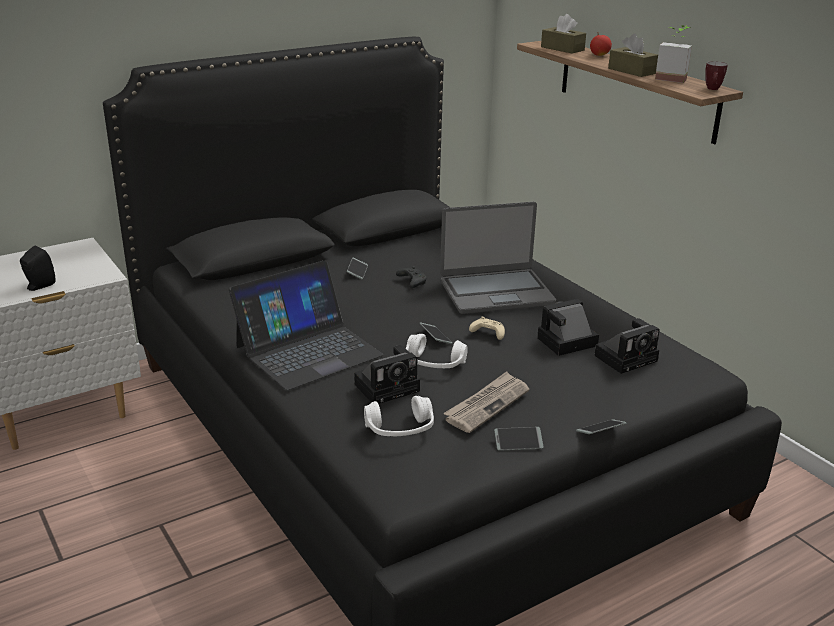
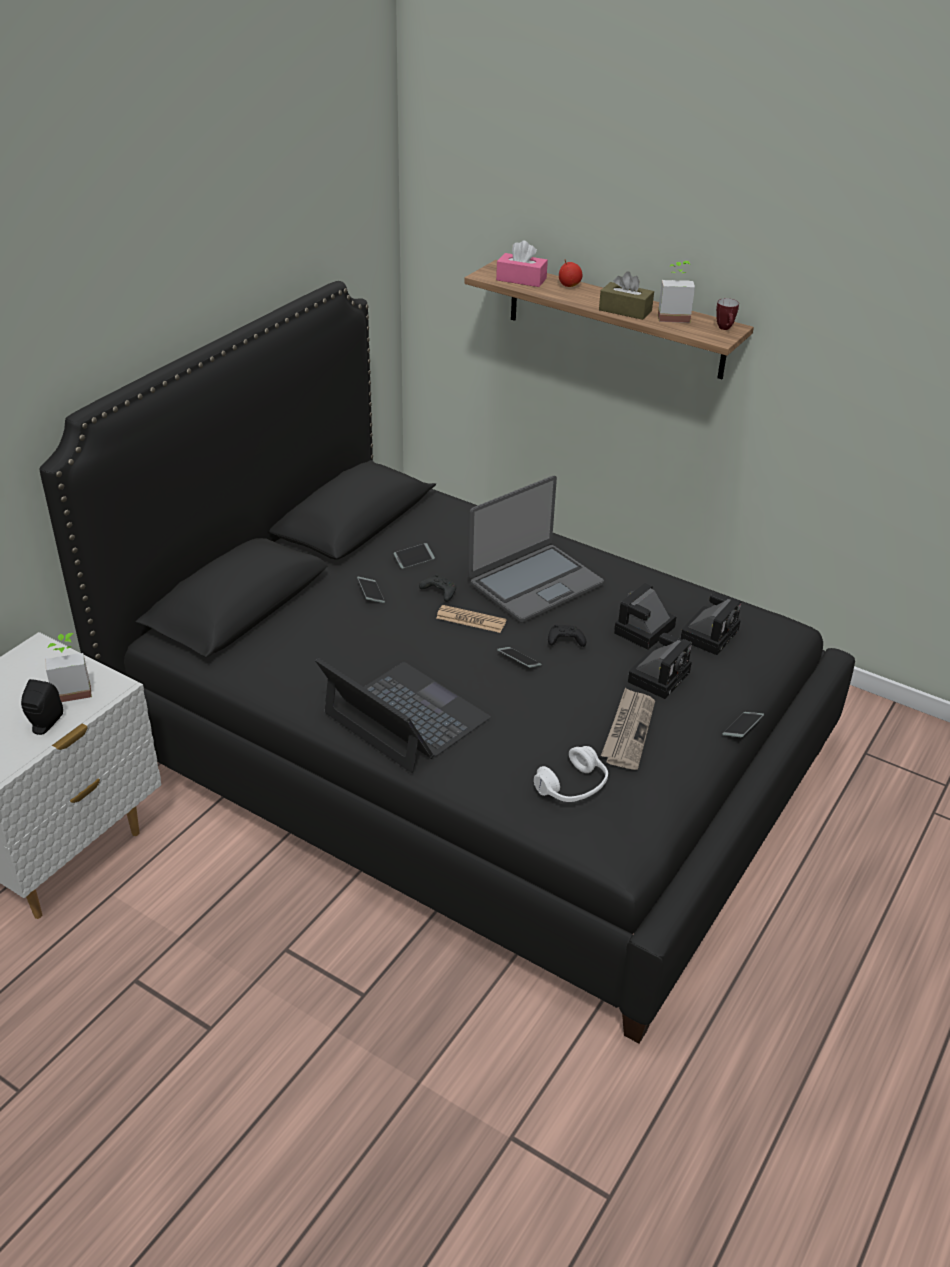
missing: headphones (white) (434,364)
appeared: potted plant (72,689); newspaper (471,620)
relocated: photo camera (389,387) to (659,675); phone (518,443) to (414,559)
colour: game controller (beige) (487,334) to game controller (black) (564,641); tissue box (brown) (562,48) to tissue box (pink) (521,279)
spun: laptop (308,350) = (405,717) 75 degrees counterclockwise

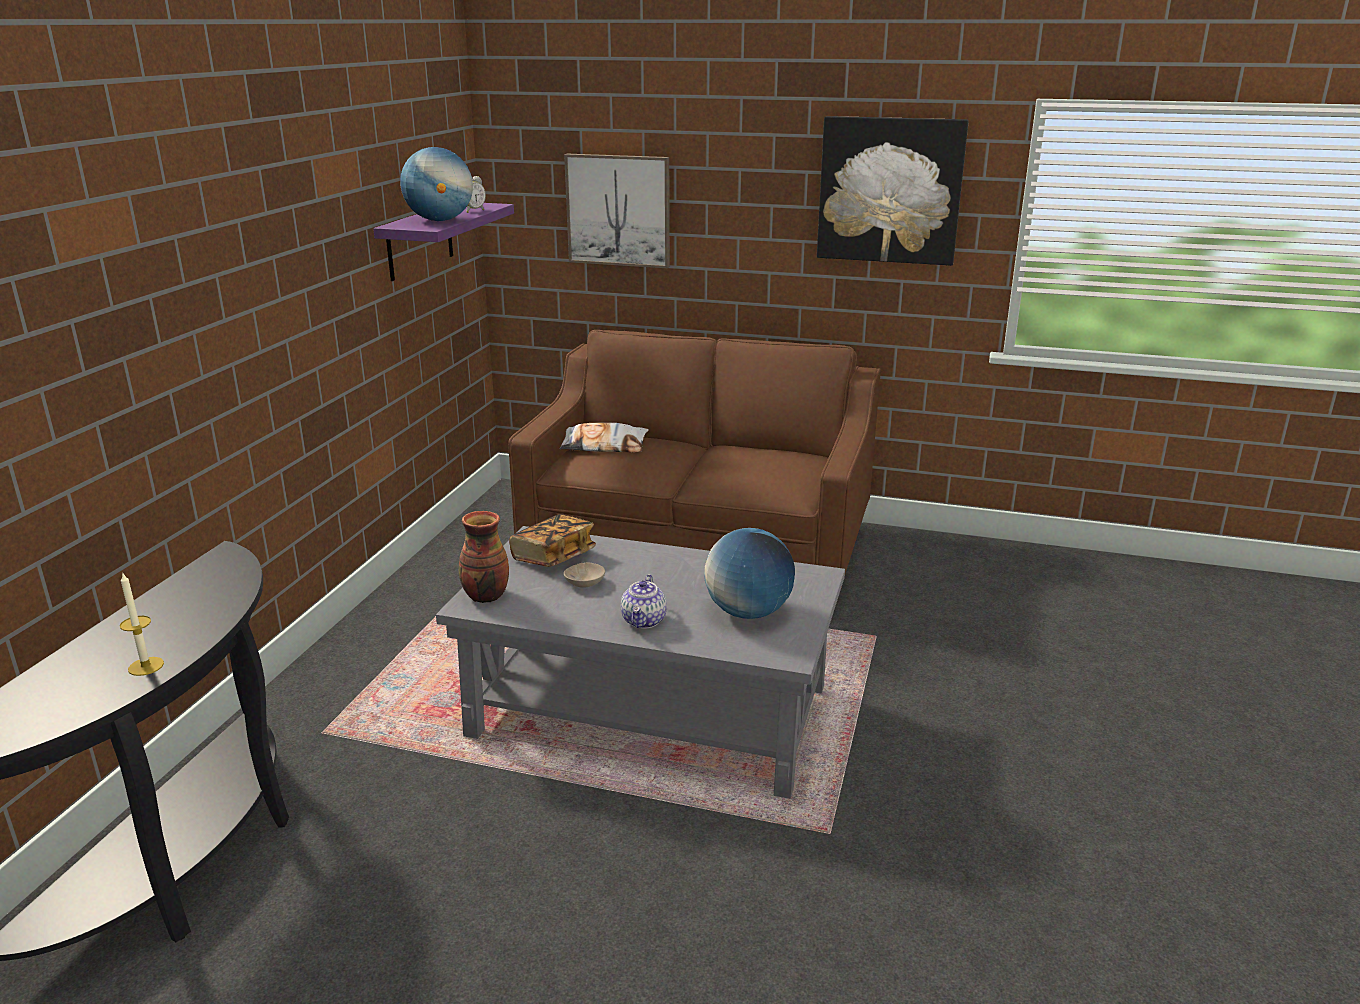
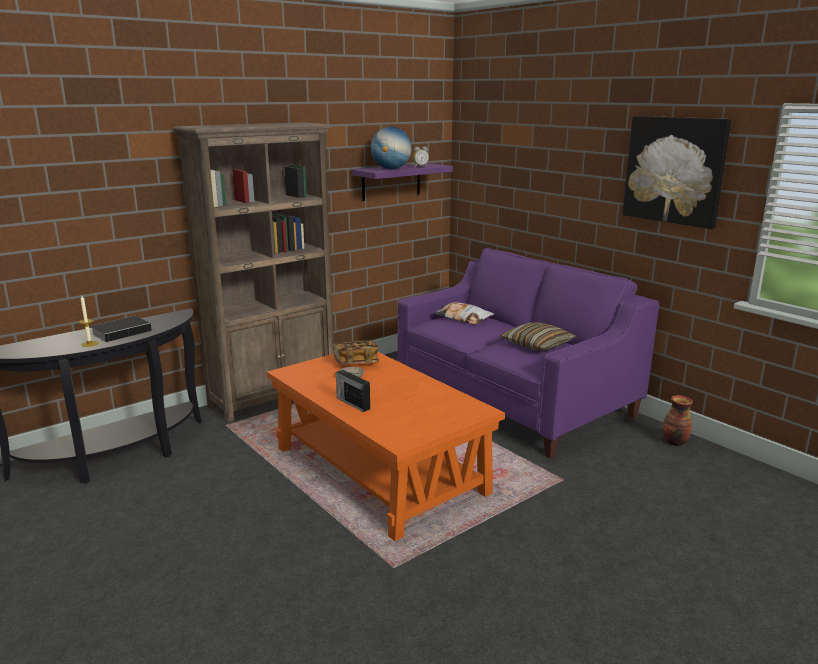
missing: picture (618,210); globe (748,612)
appeared: book (123,332); bookcase (brown) (274,397); pillow (537,345)
relocated: vase (485,596) to (674,442)
exchanged: teapot (644,621) to radio (352,403)
colour: coffee table (grey) (652,710) to coffee table (orange) (380,470); sofa (brown) (700,547) to sofa (purple) (514,399)

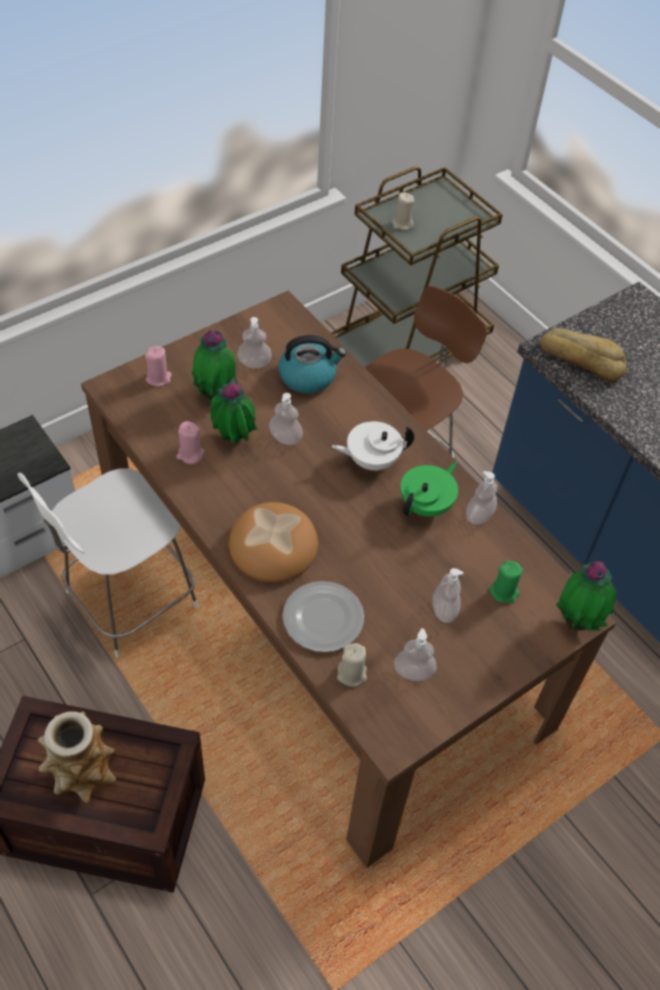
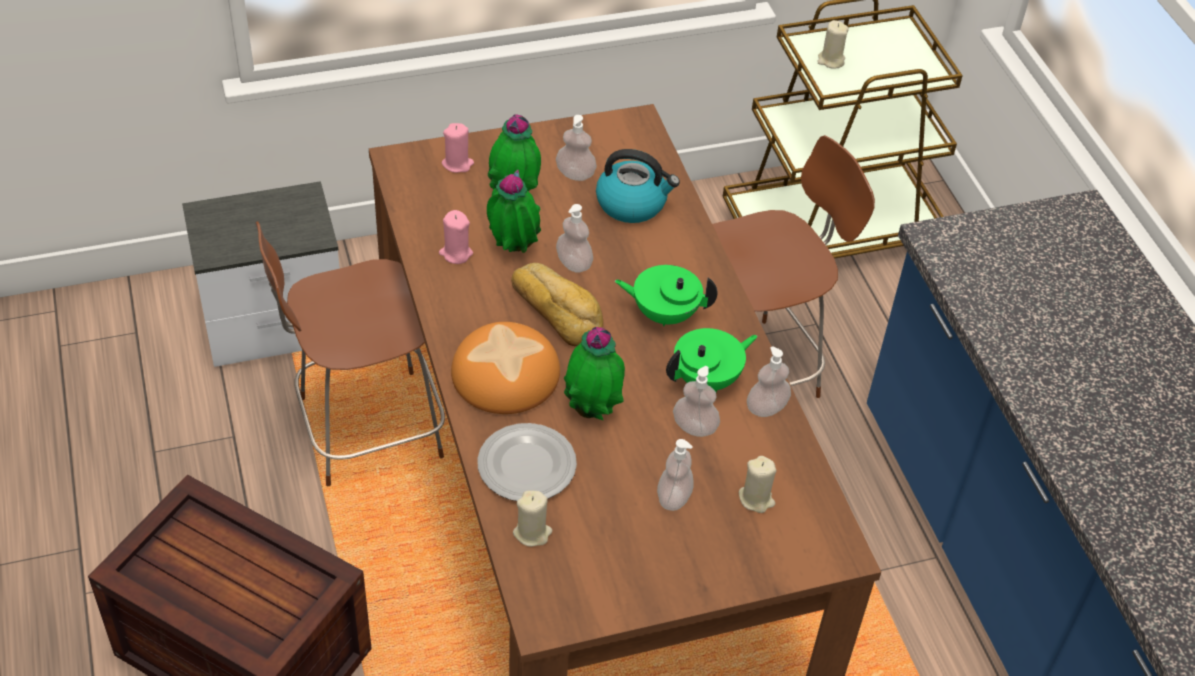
missing: vase (82,770)
relocated: soap dispenser (413,672) to (694,427); bread (582,359) to (557,309); potted plant (577,621) to (593,411)
colour: chair (white) (127,601) to chair (brown) (364,429); teapot (white) (371,460) to teapot (green) (664,313); candle (green) (504,592) to candle (beige) (756,499)

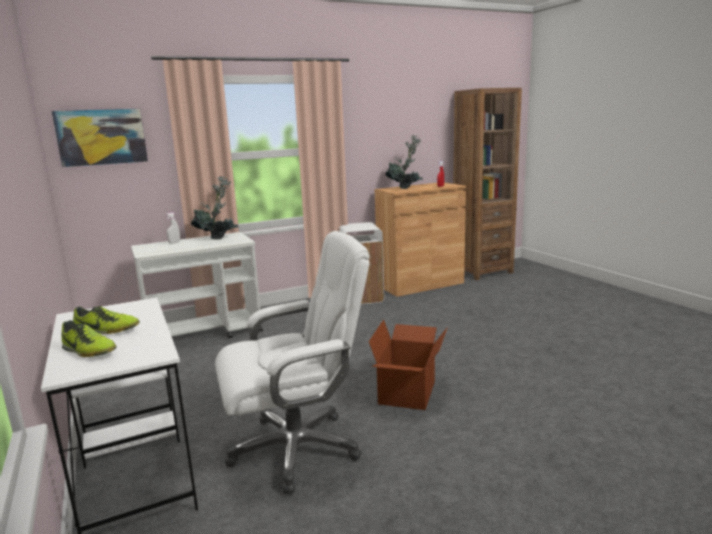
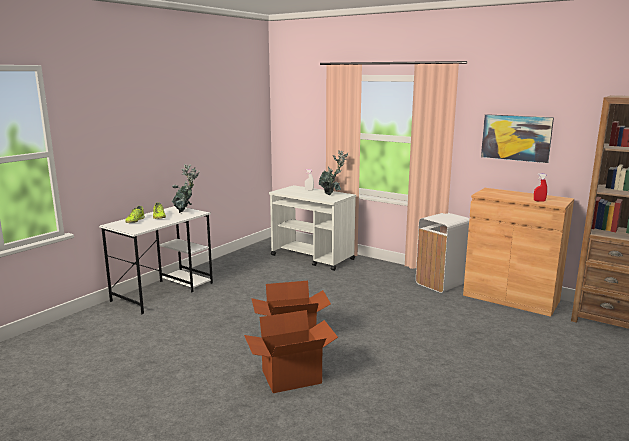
missing: office chair (white) (297,448)
appeared: cardboard box (291,377)
relocated: picture (101,137) to (516,137); potted plant (405,188) to (185,212)

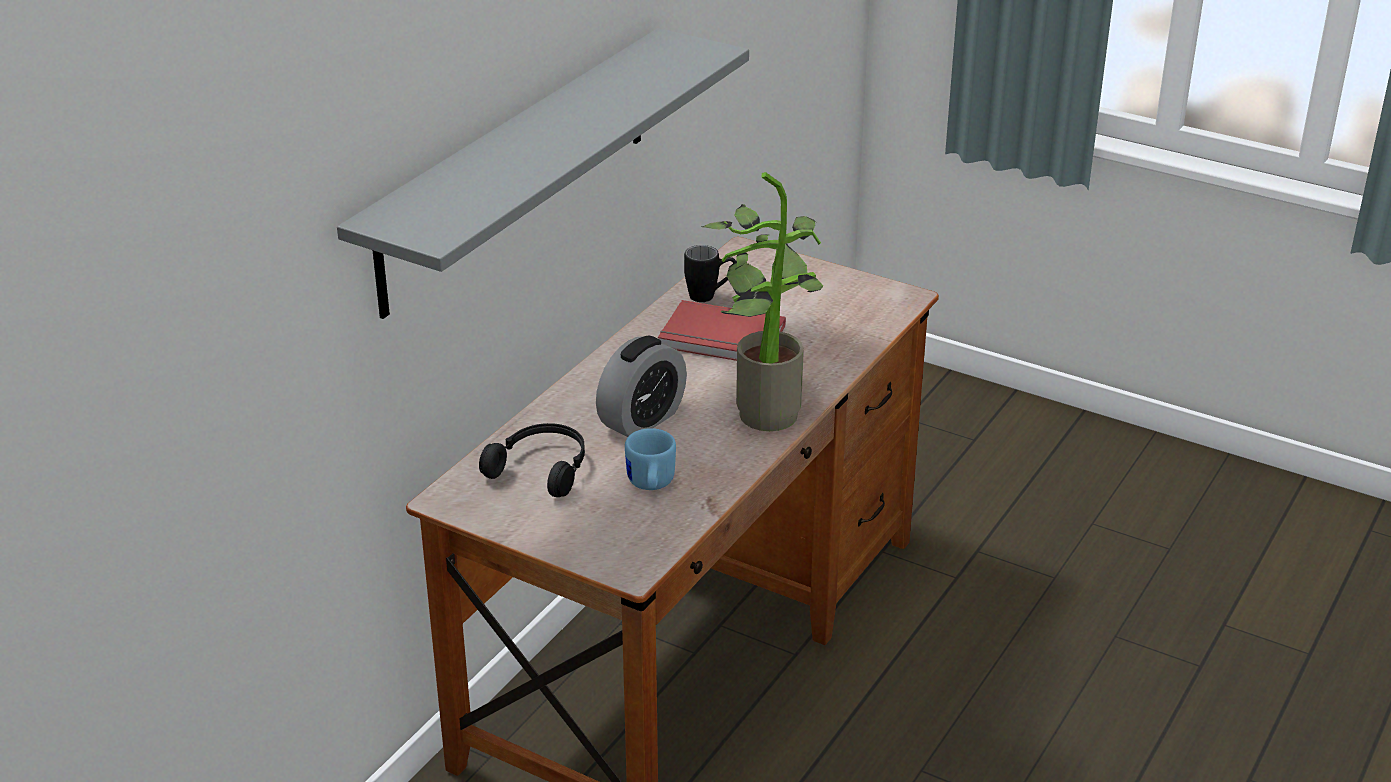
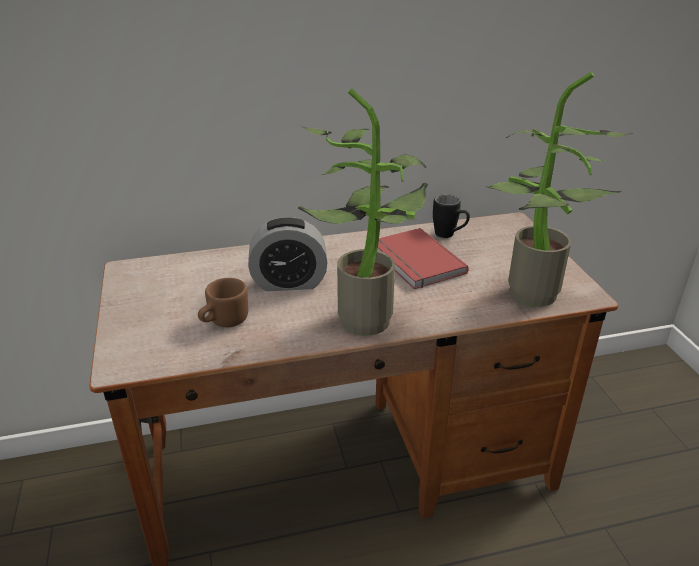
missing: shelf (grey) (516,169); headphones (black) (542,468)
appeared: potted plant (528,296)
colour: mug (blue) (650,485) to mug (brown) (223,322)

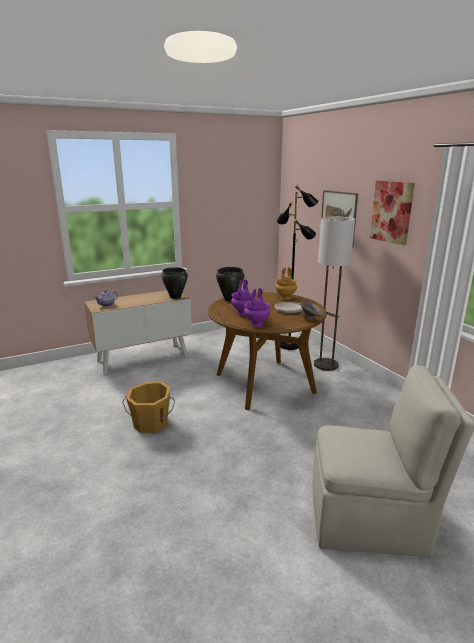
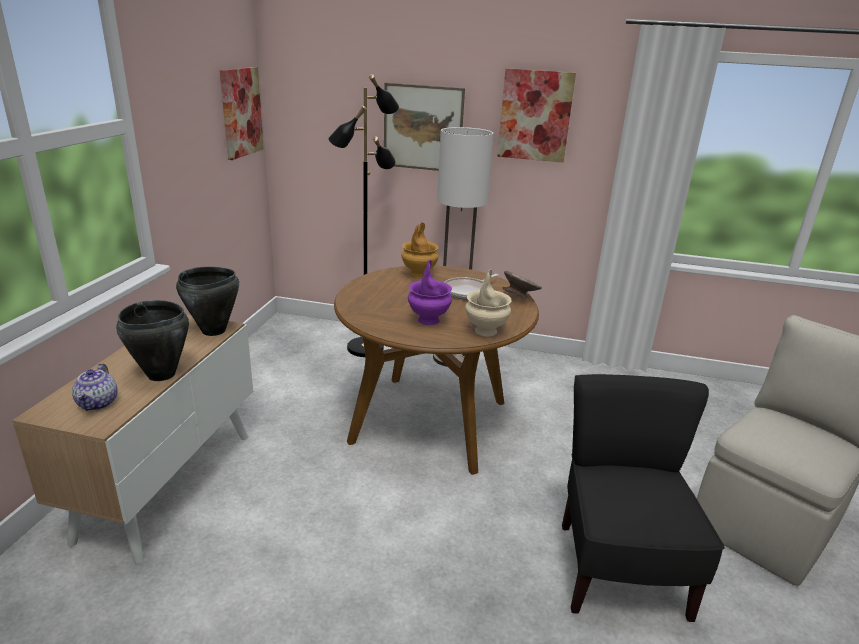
missing: bucket (orange) (151,423)
appeared: picture (241,112); chair (black) (618,570)
relocated: cooking pot (black) (230,299) to (161,375)
colour: vase (purple) (257,324) to vase (beige) (485,331)

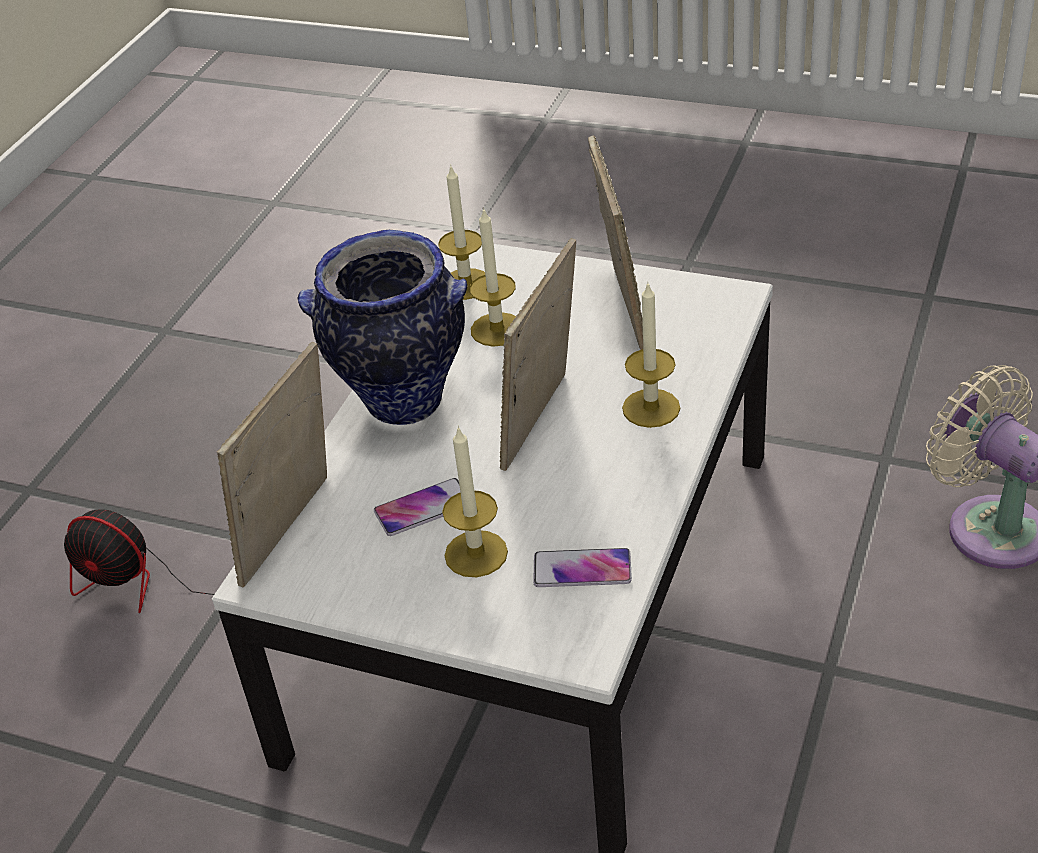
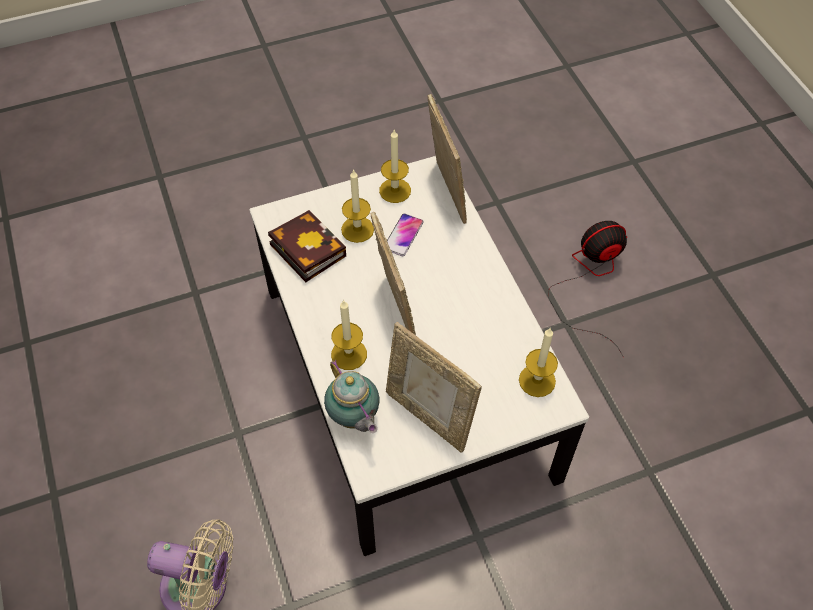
missing: vase (402,403)
appeared: teapot (354,418)
relocated: candle (497,329) to (395,190)
exchanged: phone (582,569) to book (304,249)

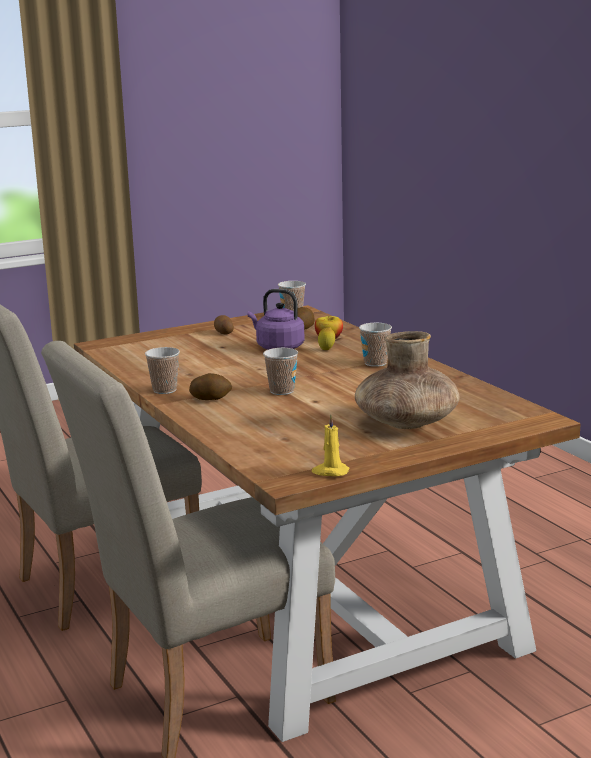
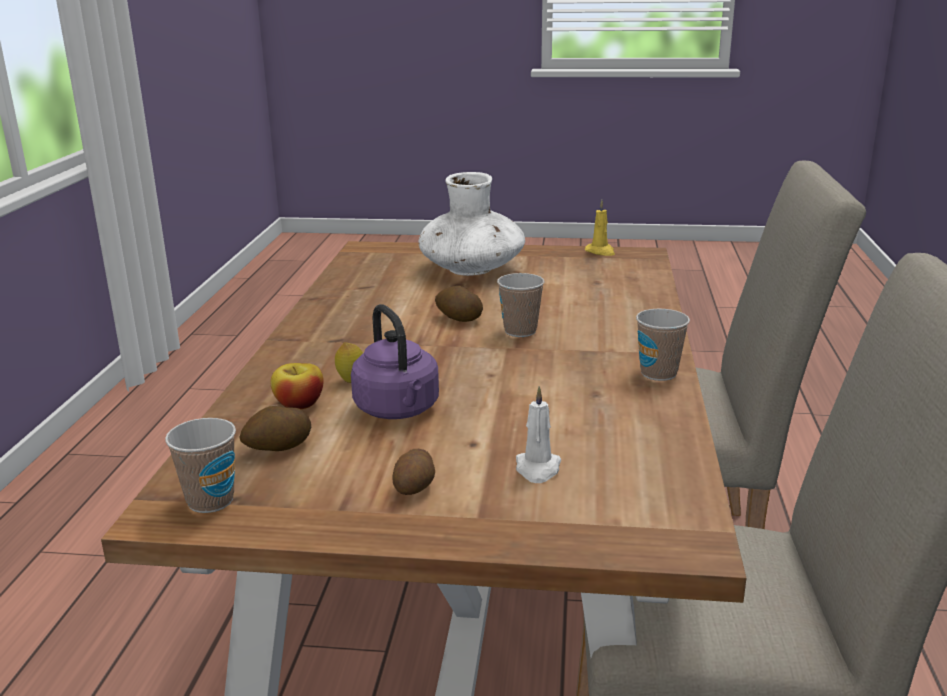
missing: cup (375,363)
appeared: candle (white) (537,469)
relocated: potato (211,398) to (458,318)
colour: vase (brown) (406,423) to vase (white) (472,269)

